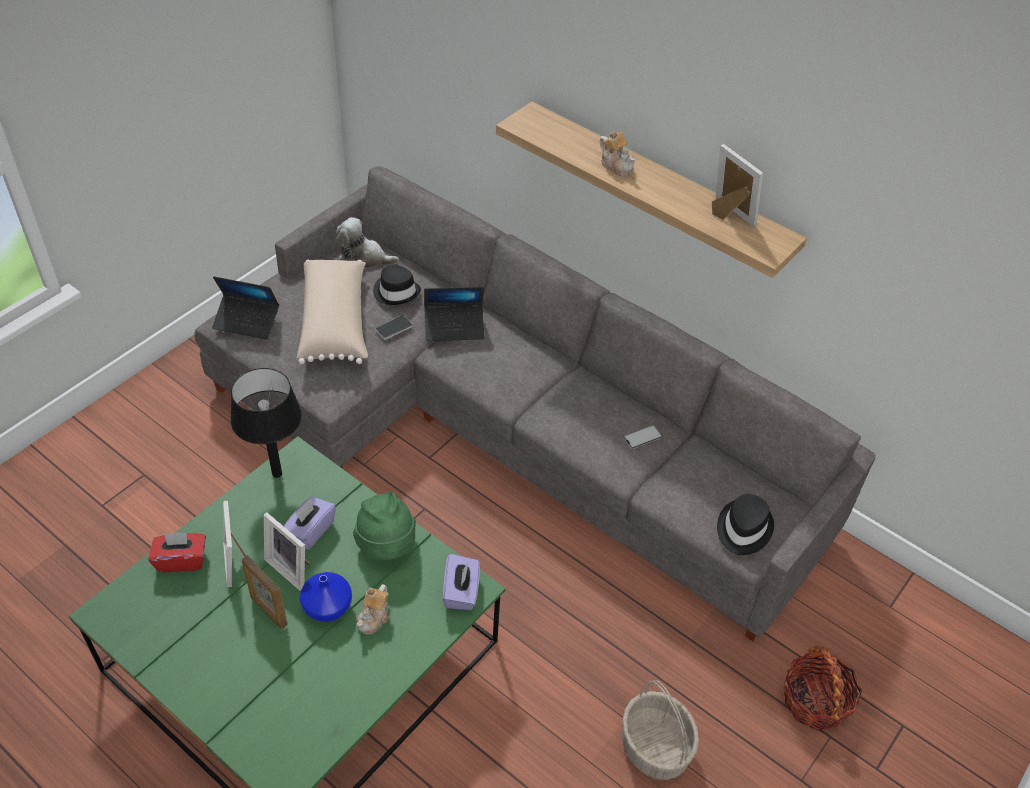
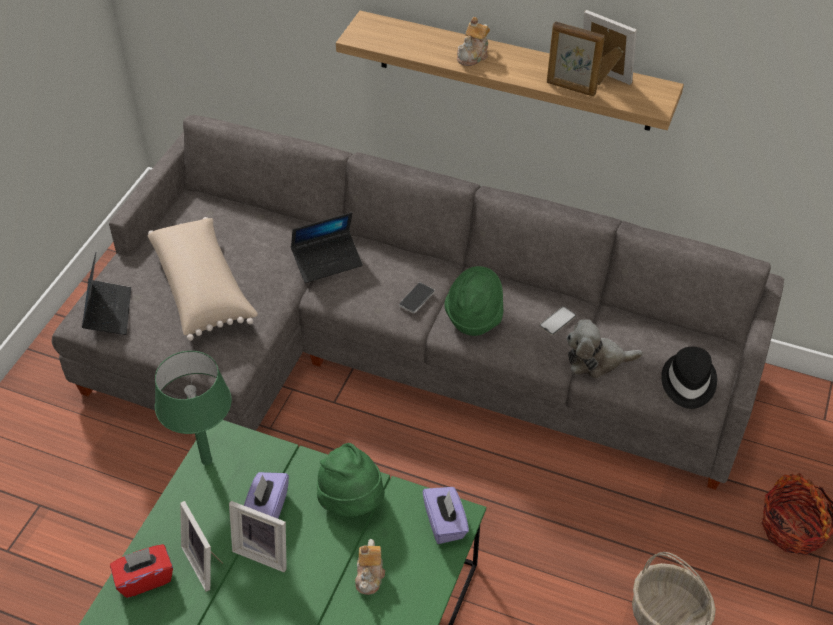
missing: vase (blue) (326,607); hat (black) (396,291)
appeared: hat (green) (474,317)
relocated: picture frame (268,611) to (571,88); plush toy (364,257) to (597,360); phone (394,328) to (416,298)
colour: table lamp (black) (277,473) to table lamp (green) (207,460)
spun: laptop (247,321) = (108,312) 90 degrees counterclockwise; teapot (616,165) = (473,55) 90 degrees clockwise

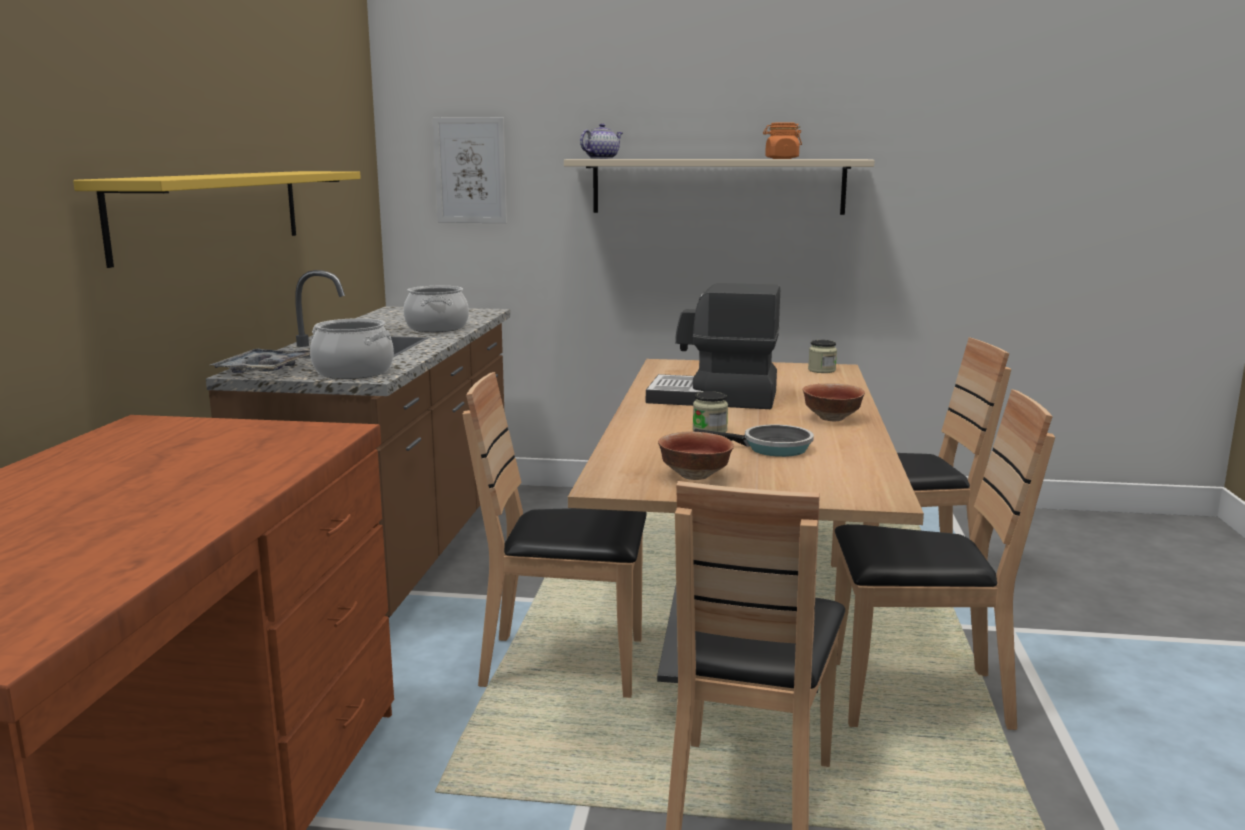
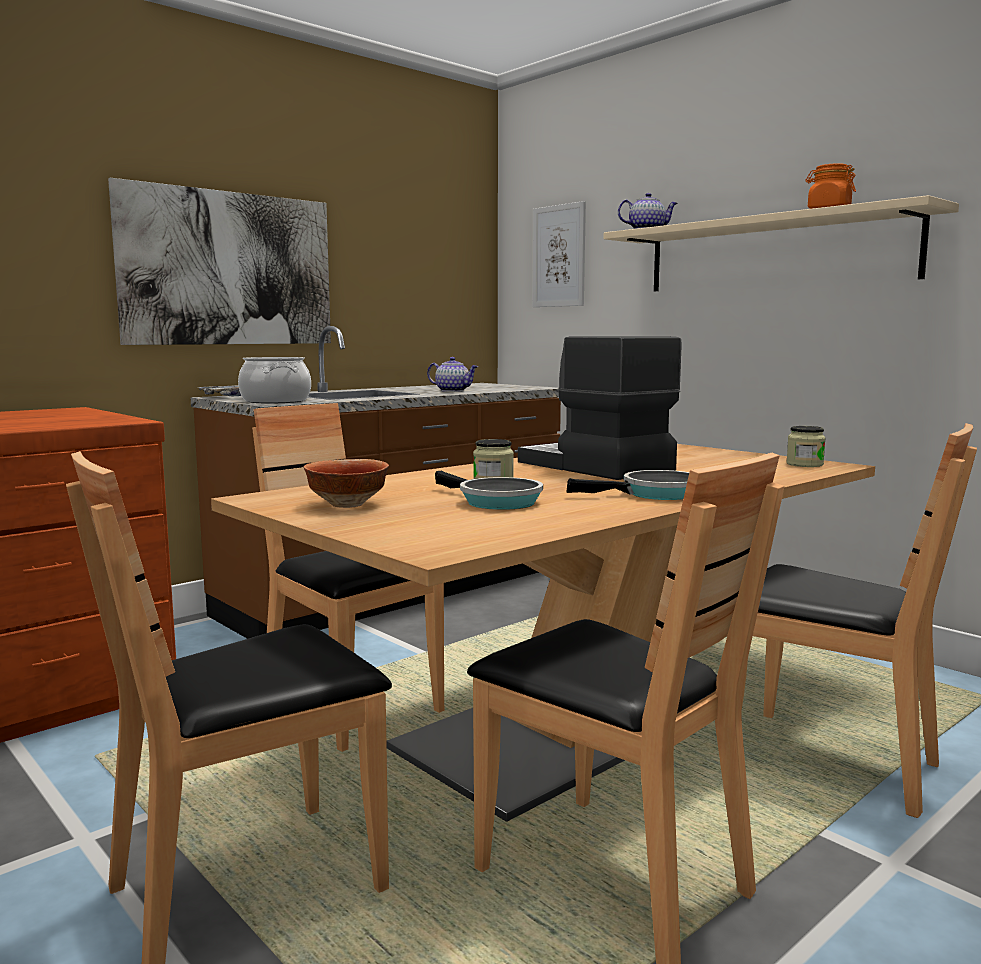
exchanged: shelf (yellow) (212,212) to picture (229,269); cooking pot (436,328) to teapot (453,391); bowl (833,418) to frying pan (655,494)

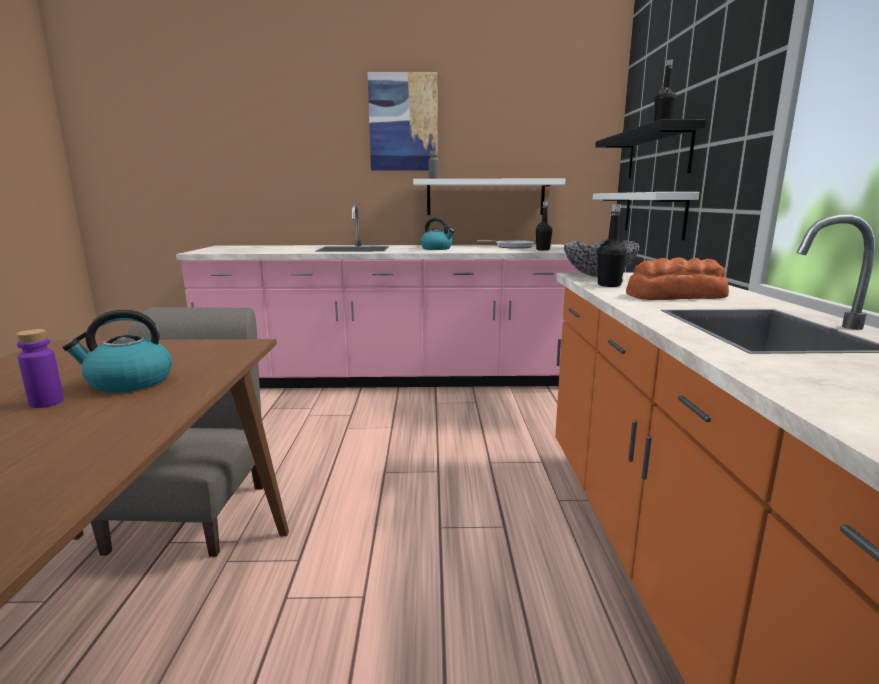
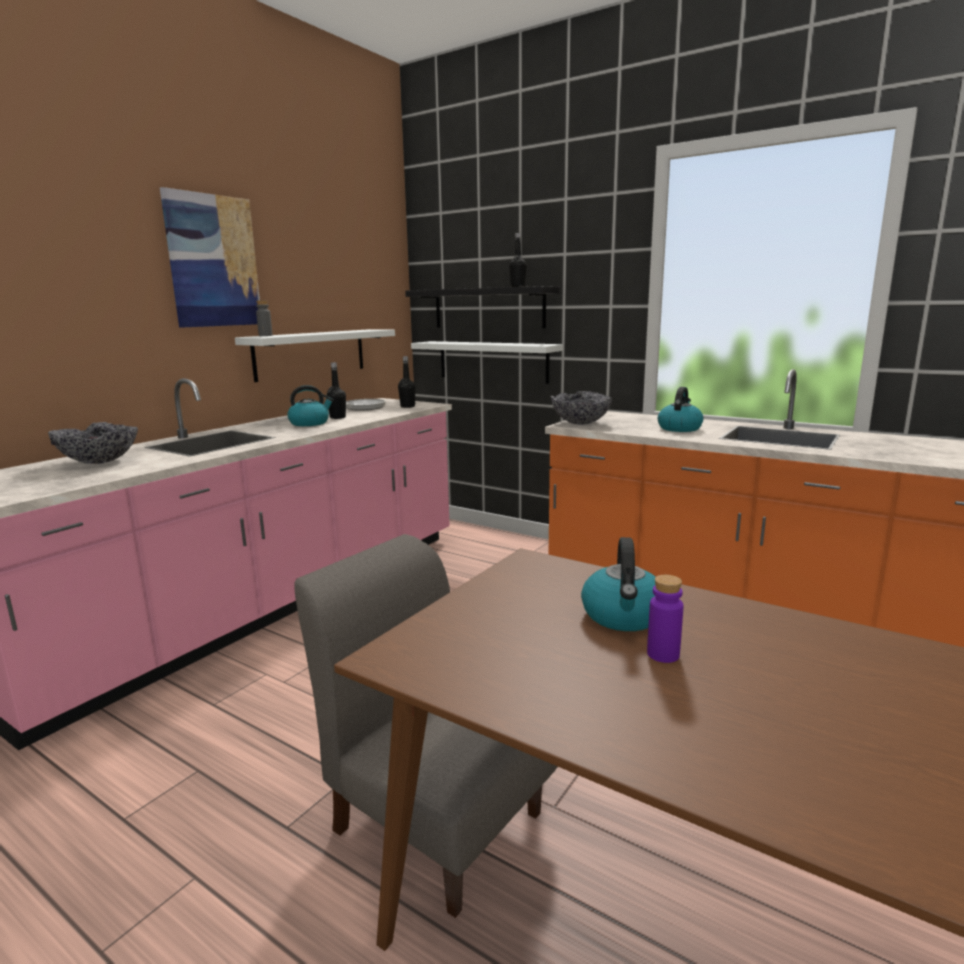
appeared: bowl (100,462)
relocated: bottle (black) (609,285) to (338,417)
exchanged: bread (674,296) to kettle (679,428)

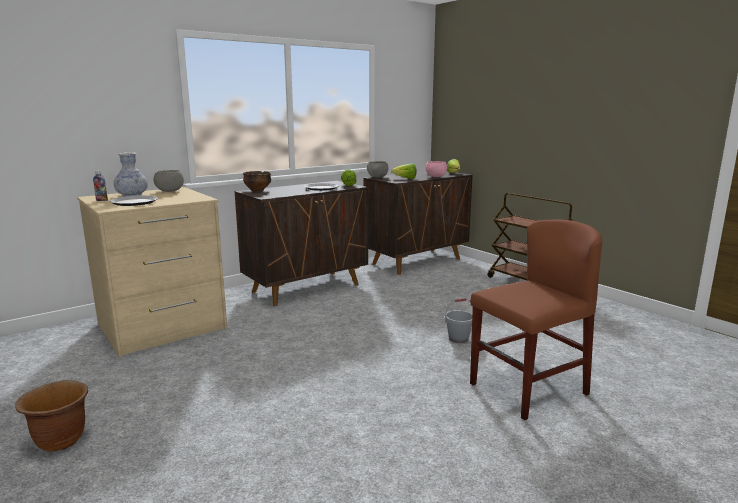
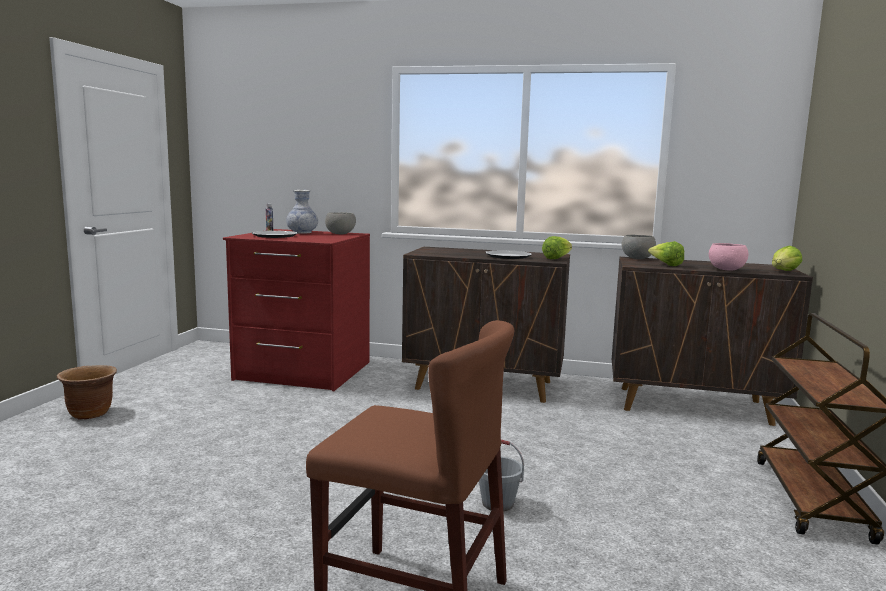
missing: bowl (257,190)
colour: dresser (beige) (162,327) to dresser (red) (302,371)

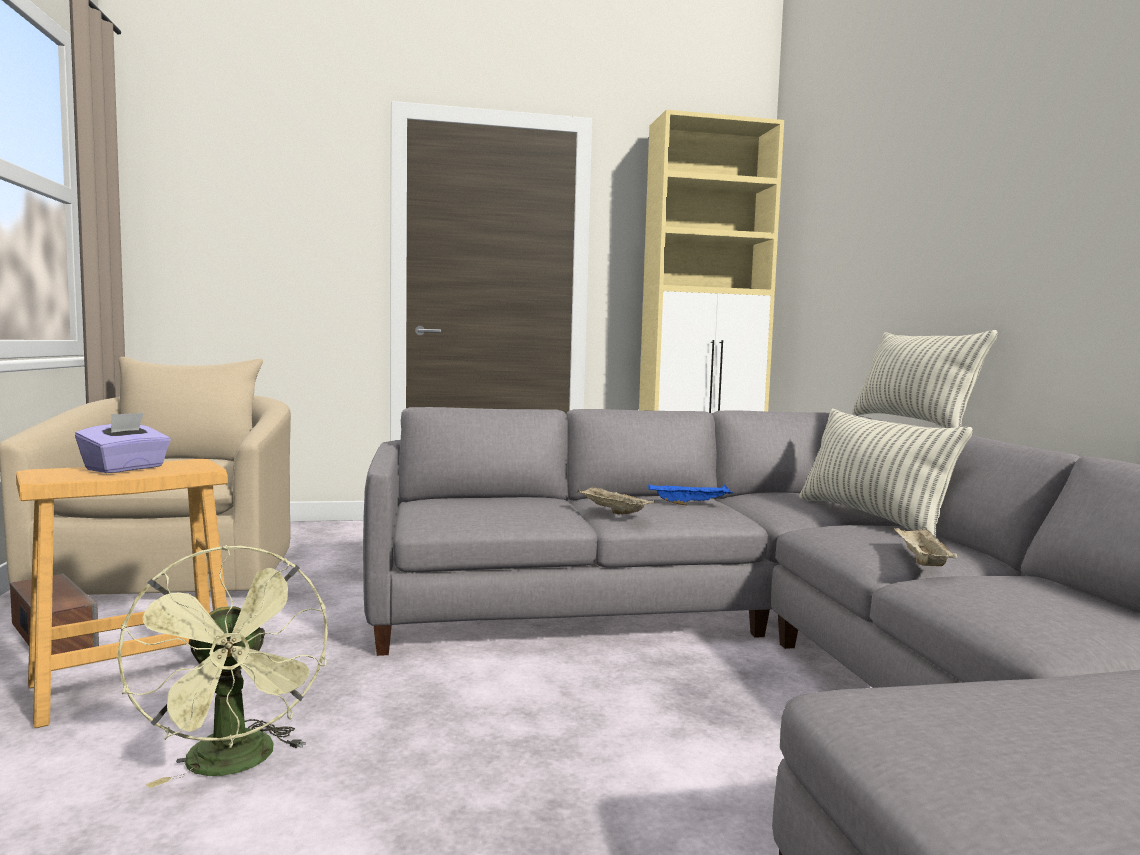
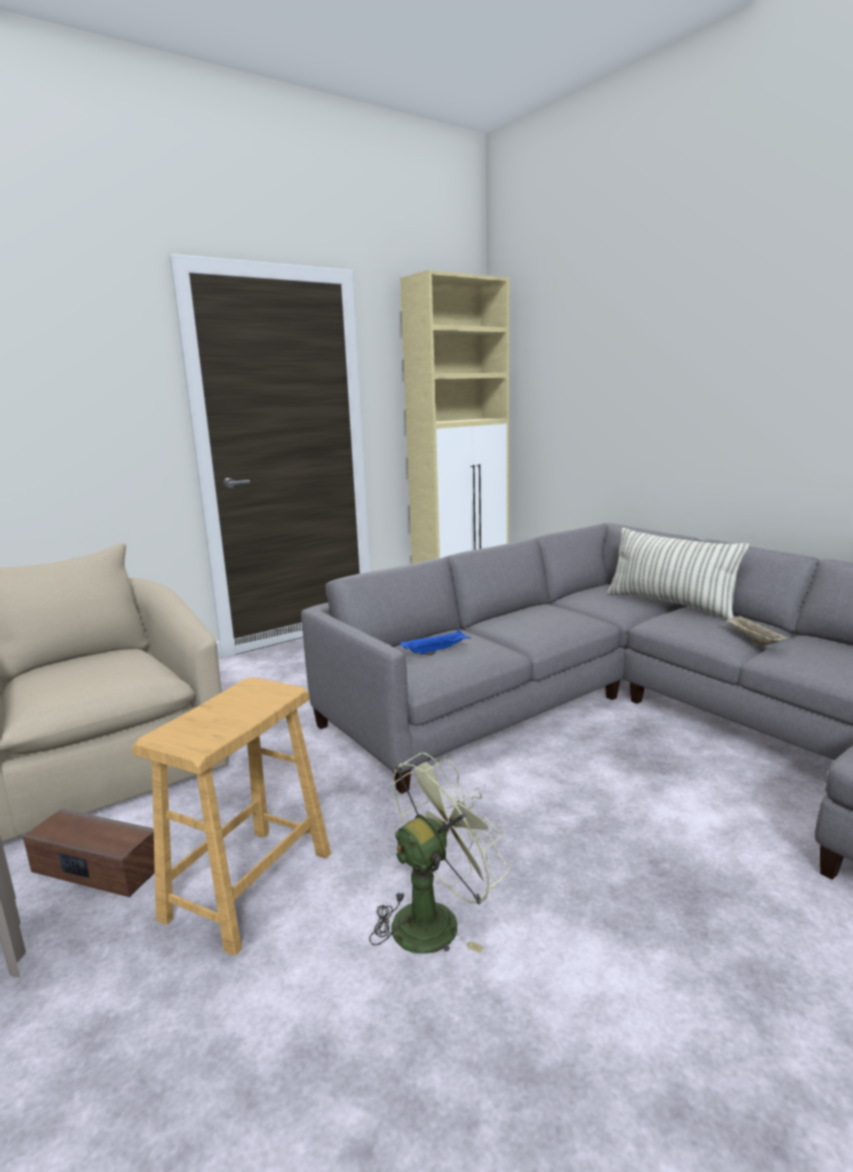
missing: tissue box (purple) (125,468); tray (beige) (612,512); pillow (911,423)
relocated: tray (blue) (690,504) to (436,652)
spun: fan (green) (235,765) = (435,918) 75 degrees counterclockwise

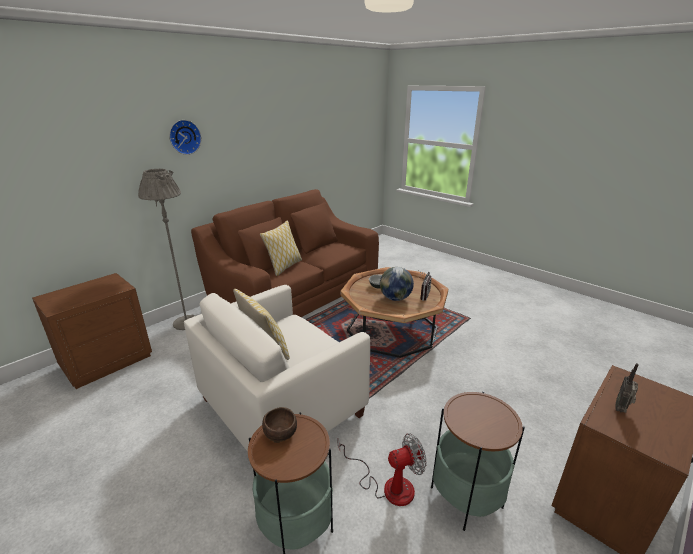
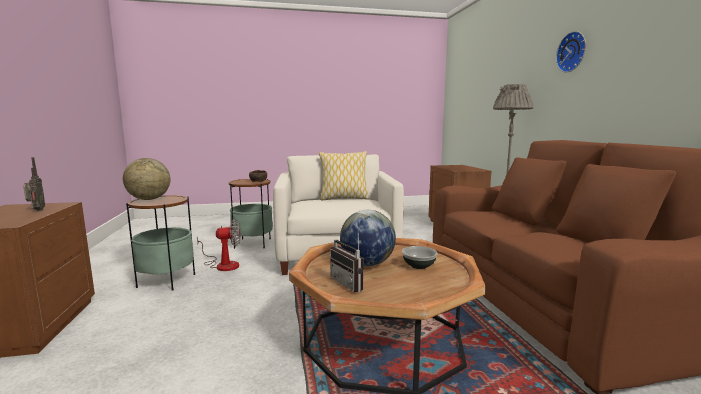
missing: pillow (284,267)
appeared: globe (149,199)
spun: fan (388,485) = (223,265) 120 degrees counterclockwise

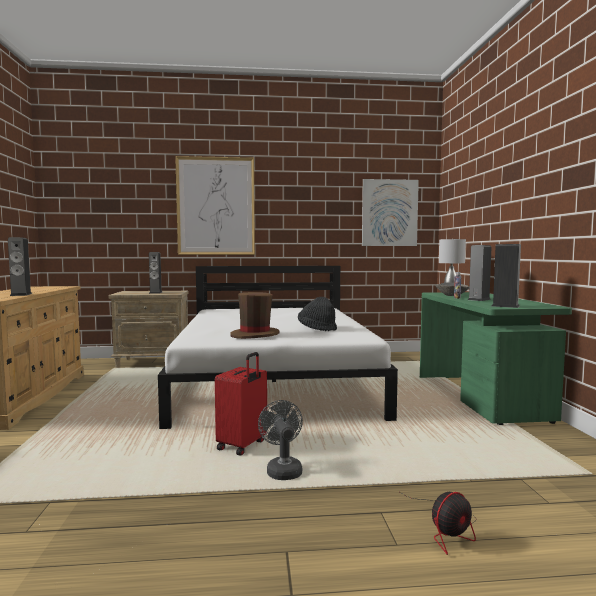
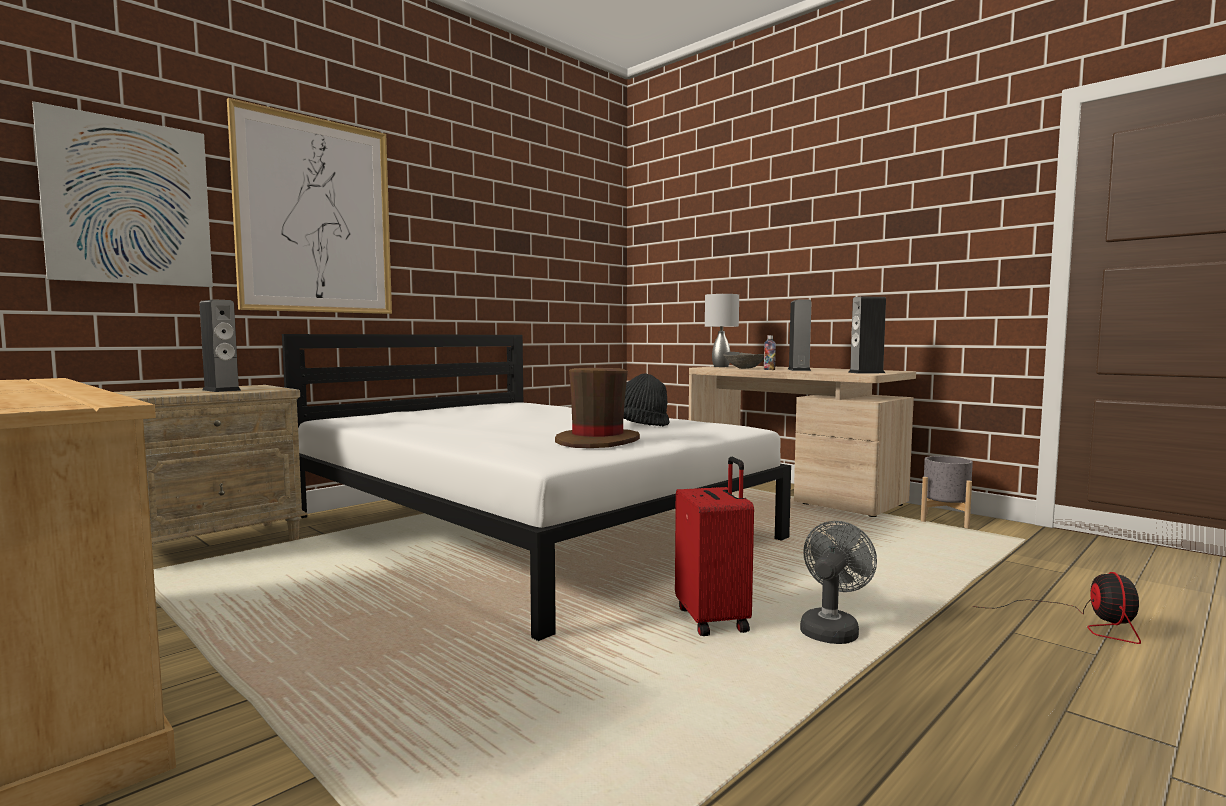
missing: speaker (21,294)
appeared: planter (grey) (945,520)
relocated: picture (389,213) to (129,202)
colour: desk (green) (481,397) to desk (beige) (793,495)
spun: fan (grey) (282,470) = (831,629) 90 degrees clockwise

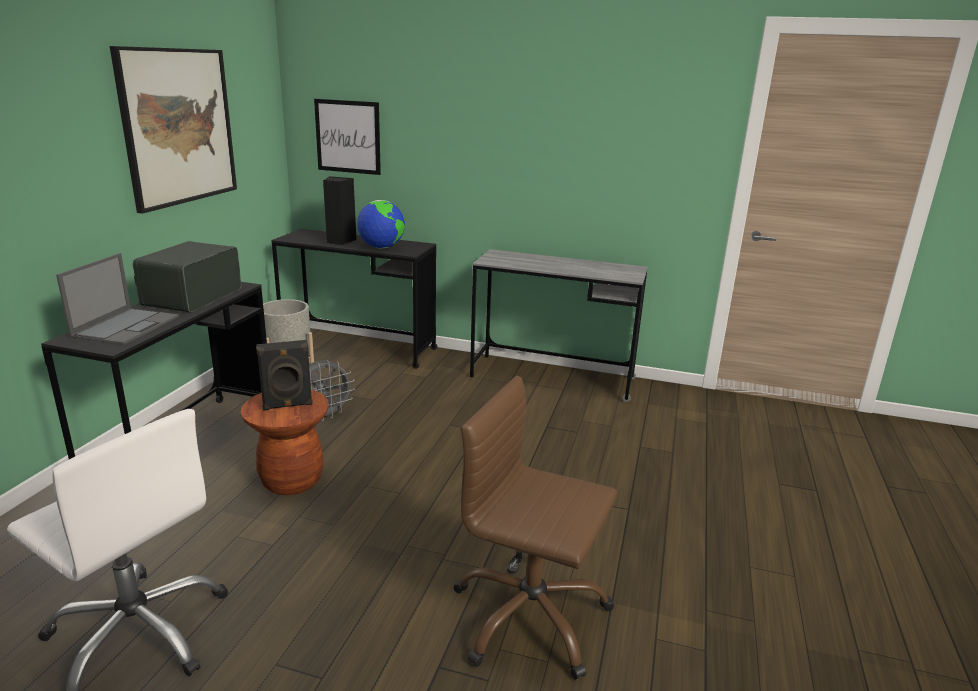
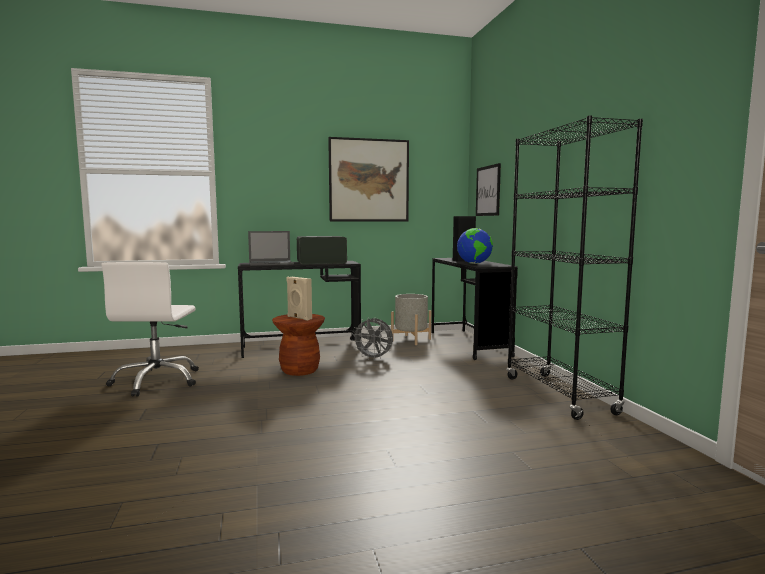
missing: office chair (brown) (529,617)
exchanged: desk (grey) (552,377) to bookcase (black) (559,395)
colour: speaker (black) (287,405) to speaker (beige) (298,318)

